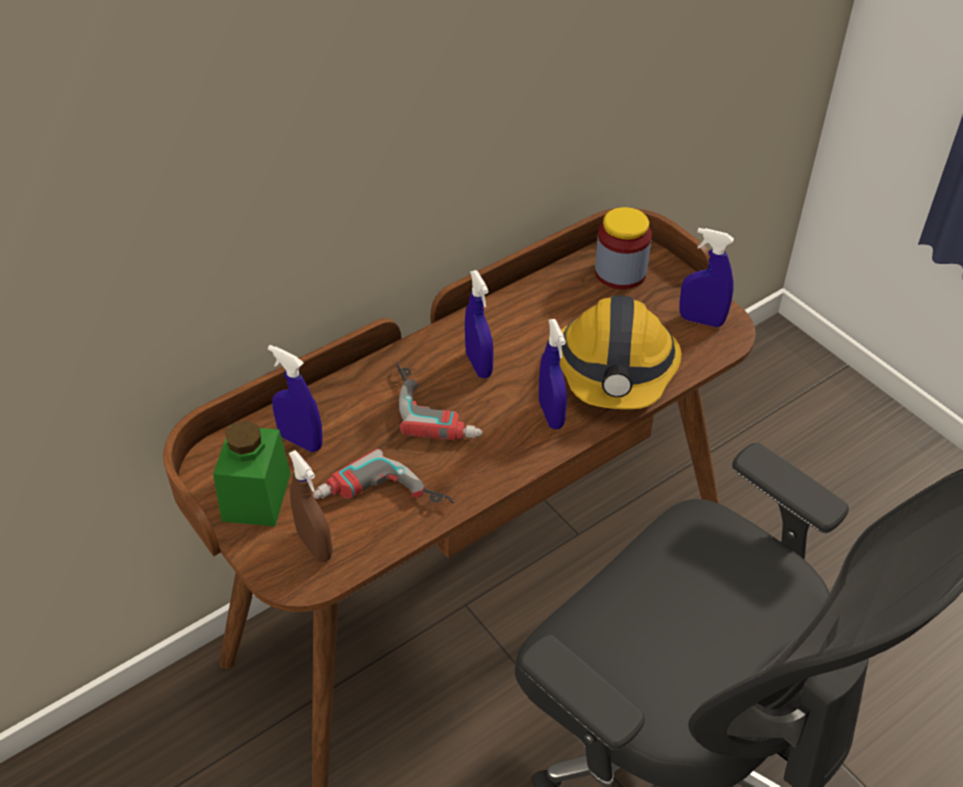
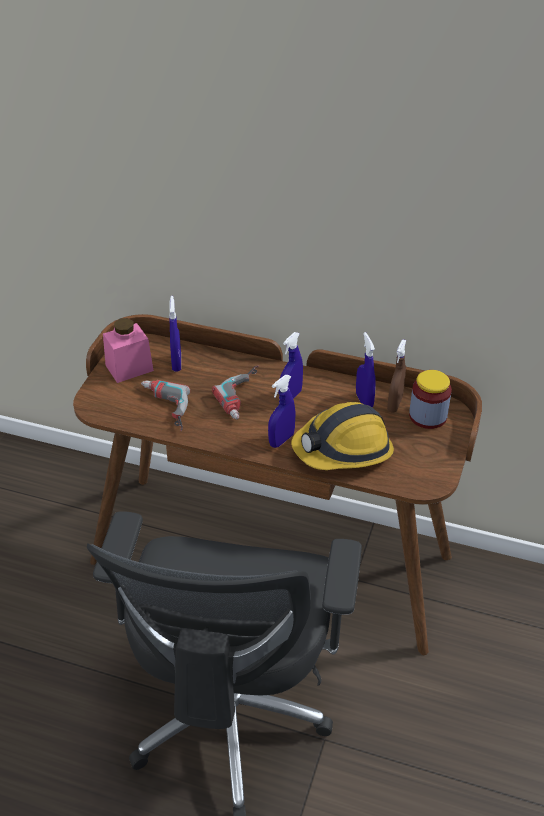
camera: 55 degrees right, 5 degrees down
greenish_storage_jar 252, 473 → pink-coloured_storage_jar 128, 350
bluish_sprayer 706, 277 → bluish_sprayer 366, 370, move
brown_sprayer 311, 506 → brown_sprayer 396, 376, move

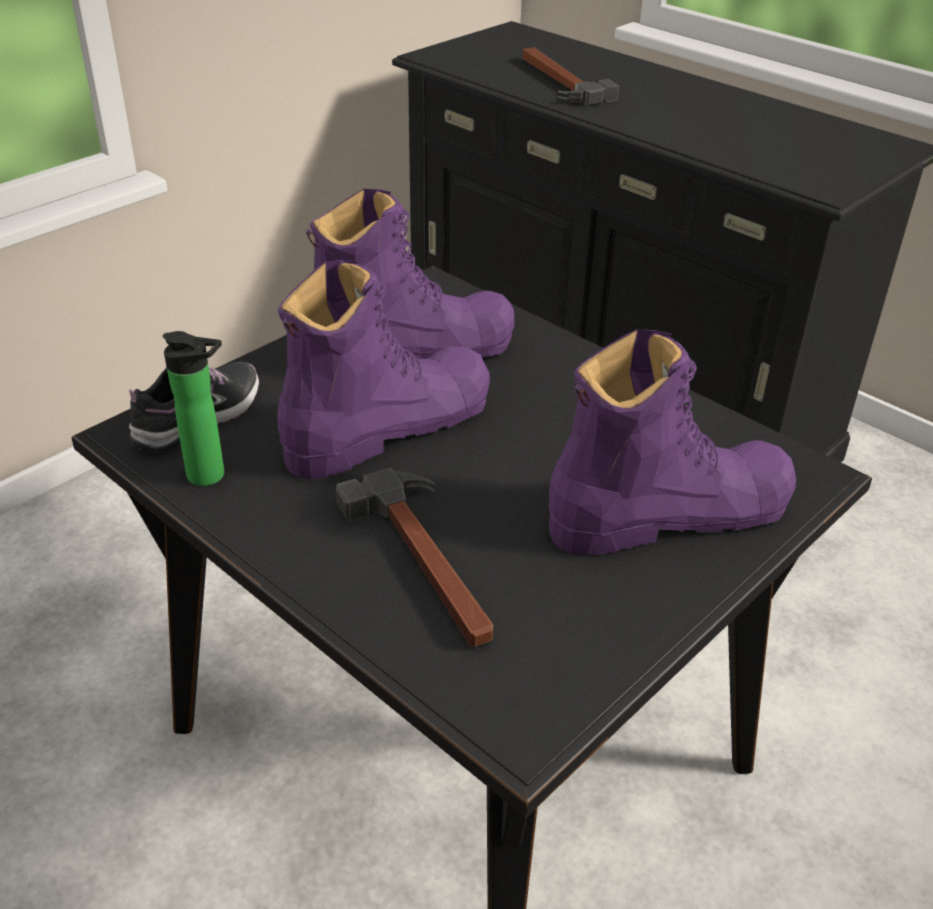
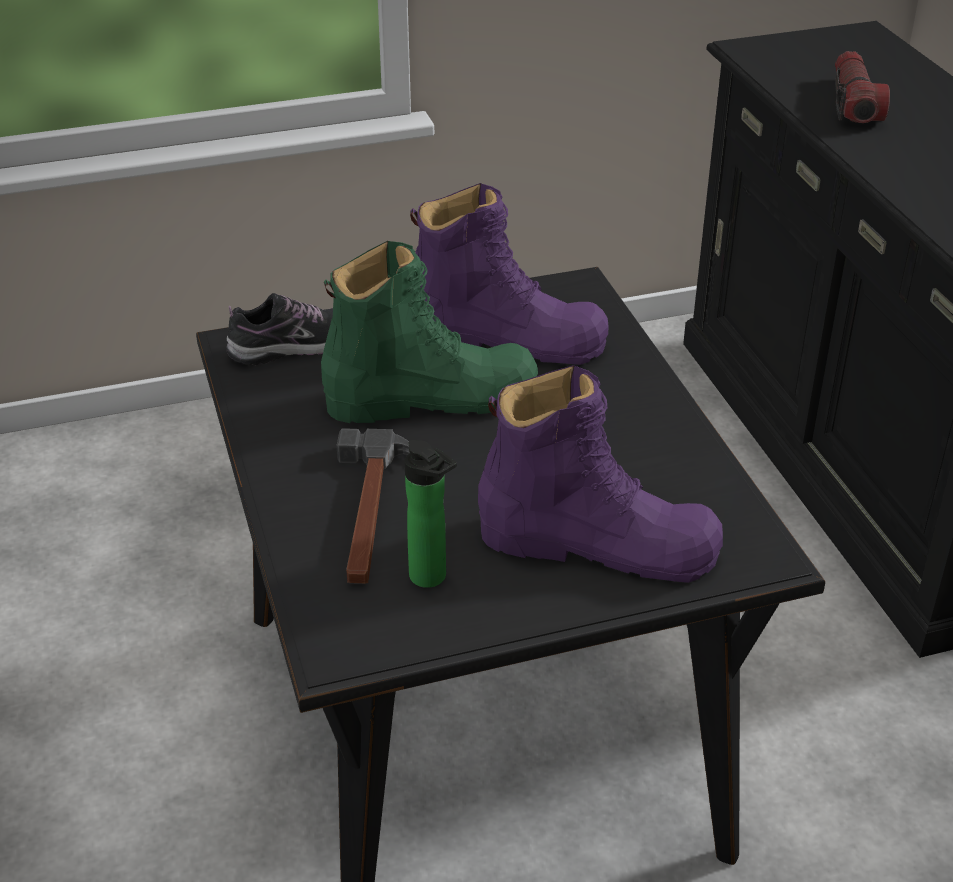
camera: 30 degrees right, 0 degrees up
purple_boot 383, 369 → greenish_boot 429, 332
drink_bottle 193, 408 → drink_bottle 430, 514, move
hand_hammer 571, 76 → hand_torch 862, 87

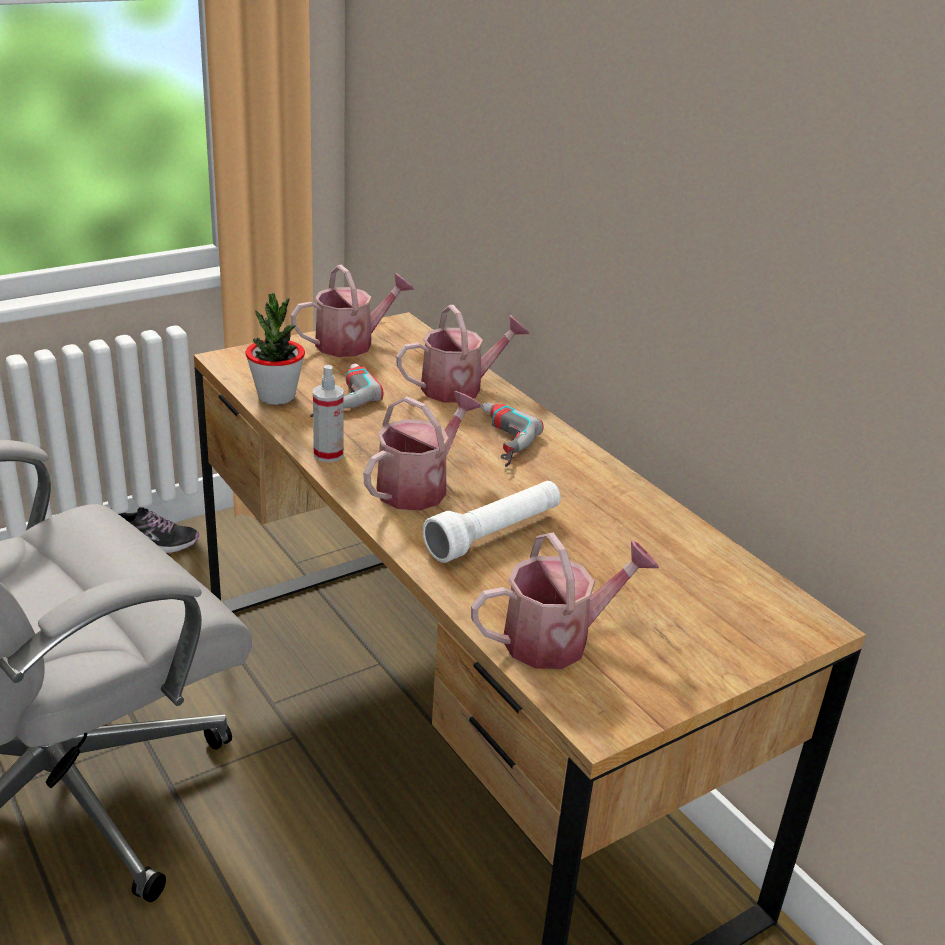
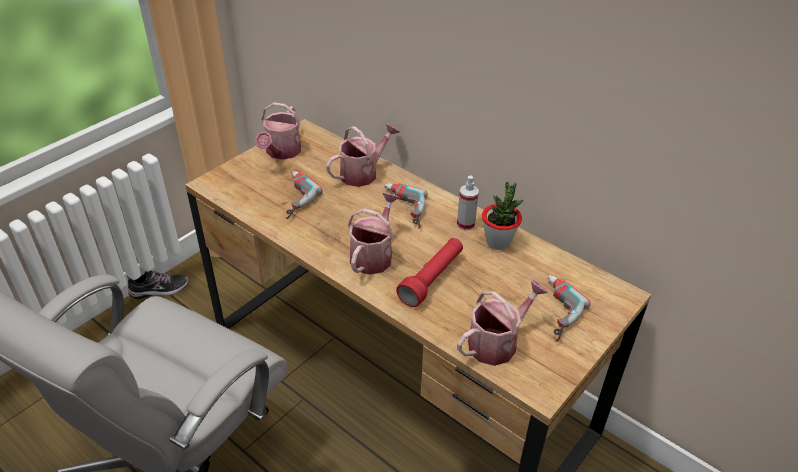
camera: 15 degrees left, 10 degrees up
sprinkling_can 352, 311 → sprinkling_can 278, 131, 150 degrees clockwise
white_hand_torch 492, 522 → reddish_hand_torch 429, 272
sprayer 328, 413 → sprayer 468, 203, move
plant_in_a_pot 275, 349 → plant_in_a_pot 503, 216, move
- → power_drill 569, 308

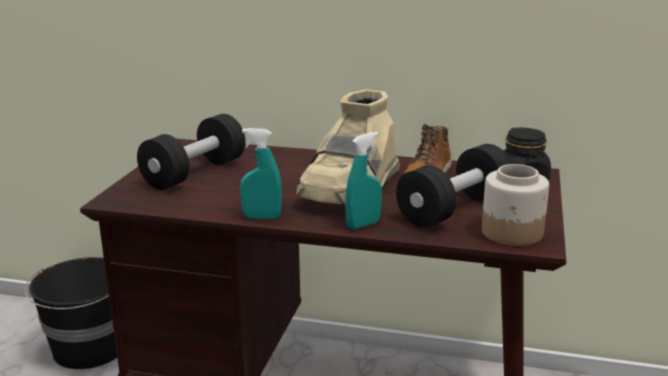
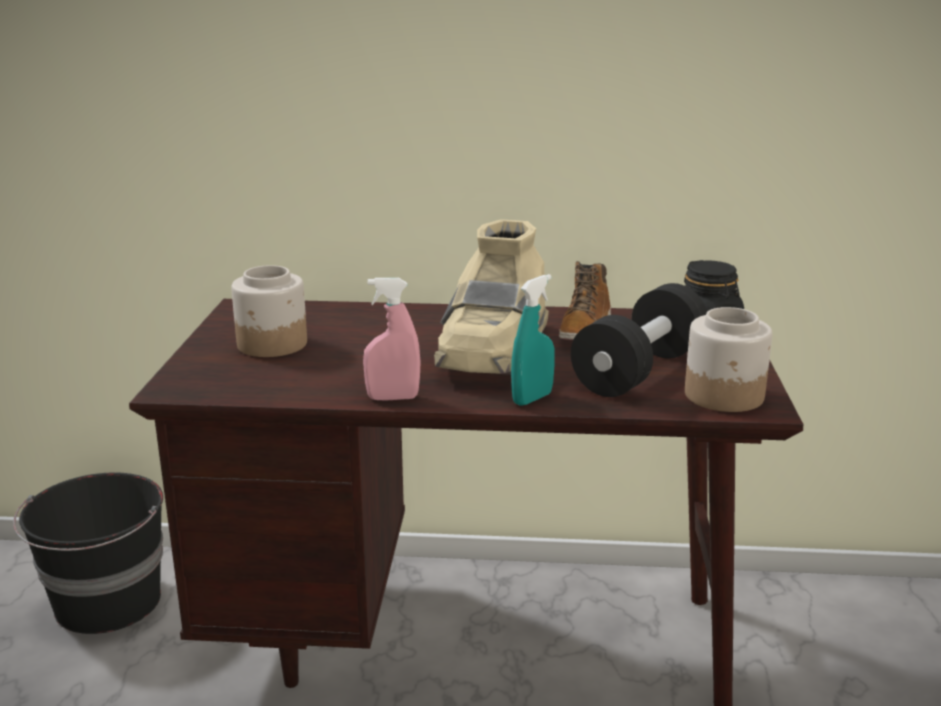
camera: 10 degrees left, 0 degrees up
black-coloured_dumbbell 191, 152 → storage_jar 269, 311
blue-green_sprayer 261, 173 → pink-coloured_sprayer 392, 339

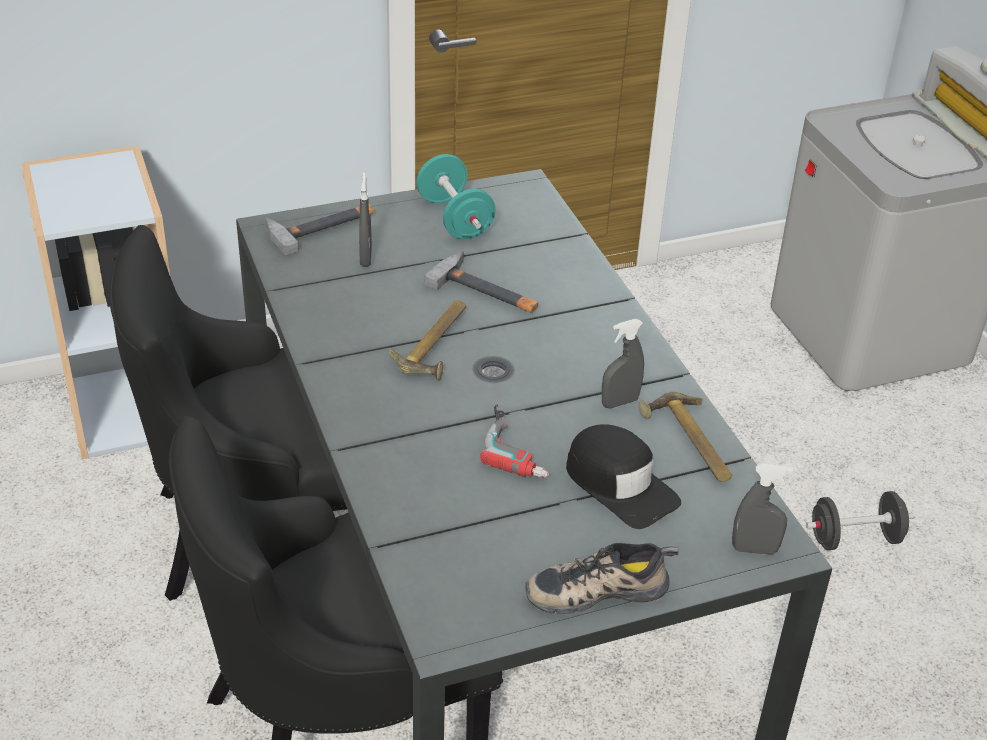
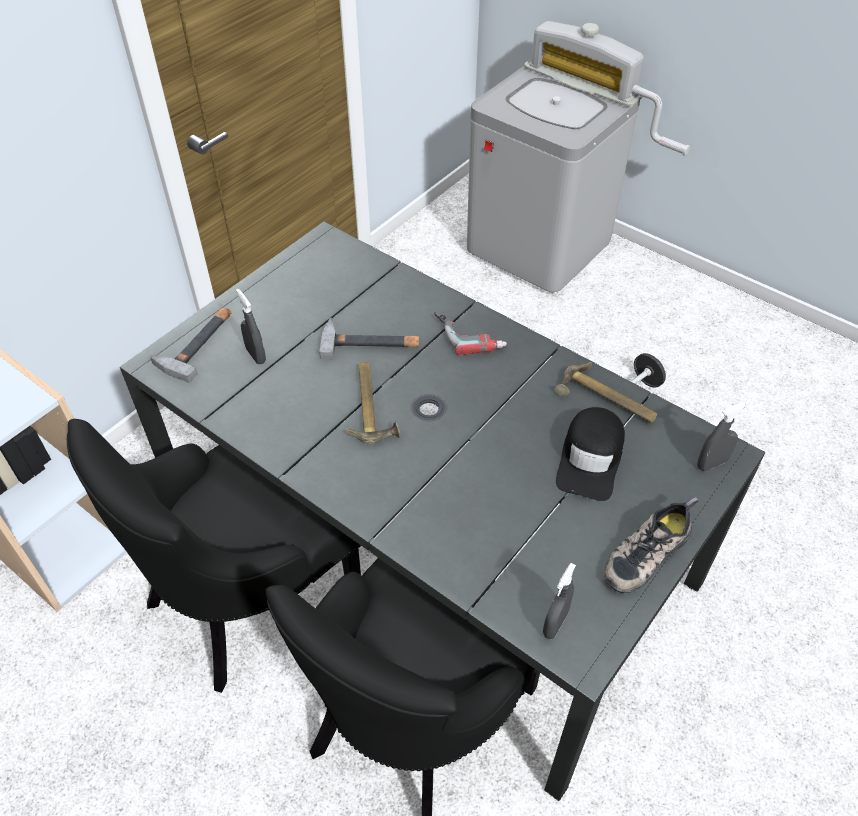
camera: 30 degrees left, 10 degrees up
power_drill 514, 441 → power_drill 470, 333, move
greyish_sprayer 623, 363 → greyish_sprayer 559, 601, move
black-coloured_cap 623, 476 → black-coloured_cap 590, 454, 90 degrees clockwise
blue-green_dumbbell 456, 196 → -

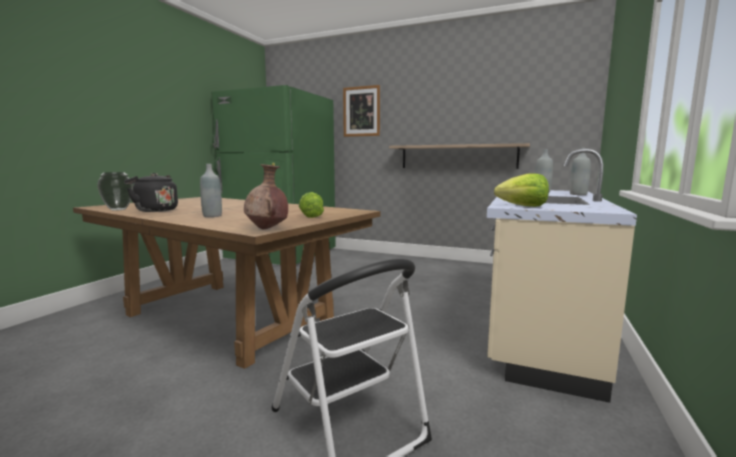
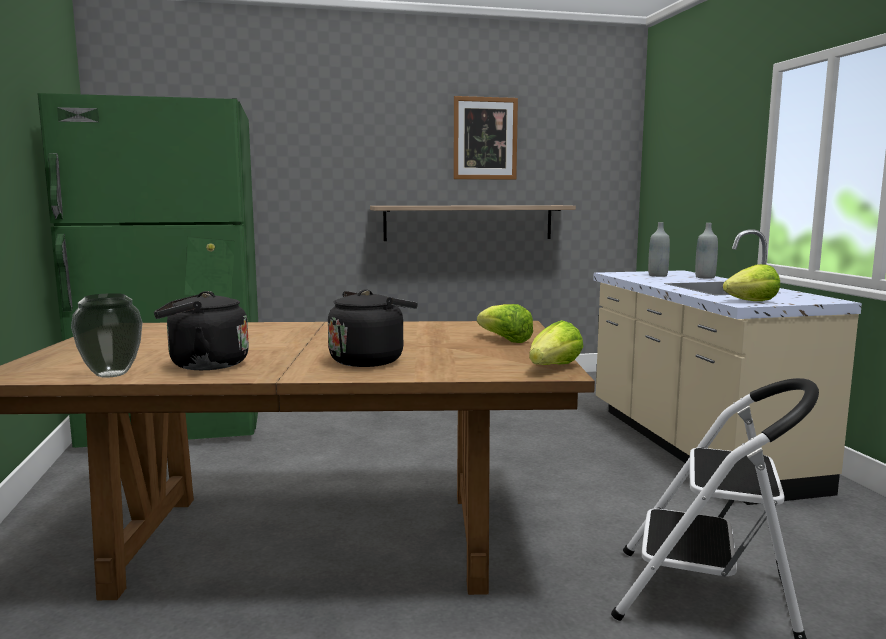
camera: 35 degrees left, 0 degrees up
greyish_drink_bottle 211, 190 → black-coloured_water_kettle 373, 328
wall_picture 361, 111 → wall_picture 486, 138, move
brown_decorative_vase 266, 196 → lettuce_head 556, 342

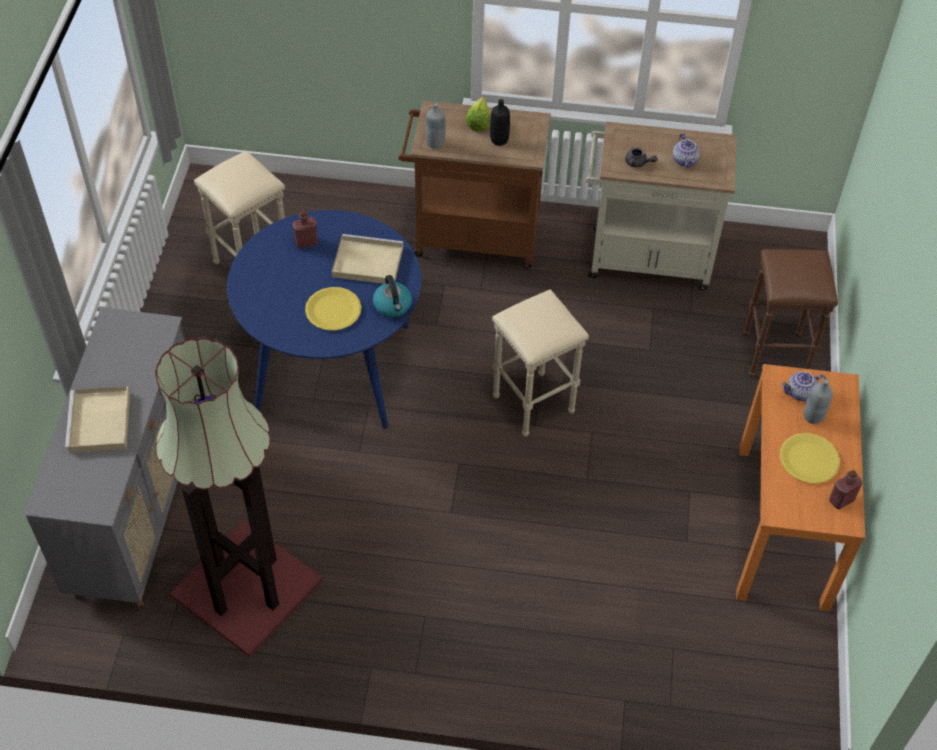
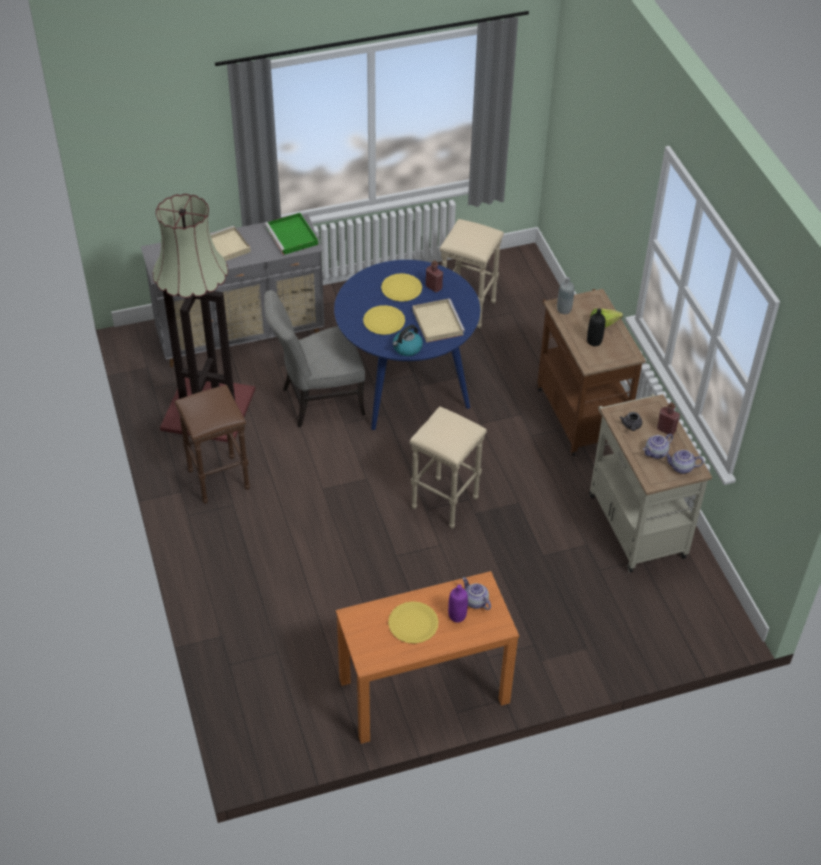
camera: 65 degrees right, 5 degrees down
brown_sitting_stool 790, 313 → brown_sitting_stool 212, 444, move
- → greyish_upright_chair 314, 359
- → greenish_serving_tray 291, 234
- → yellow-coloured_dinner_plate 401, 287
greyish_drink_bottle 818, 401 → purple_drink_bottle 458, 603
reddish_drink_bottle 845, 489 → reddish_drink_bottle 668, 418, move
- → pot_for_tea 684, 462

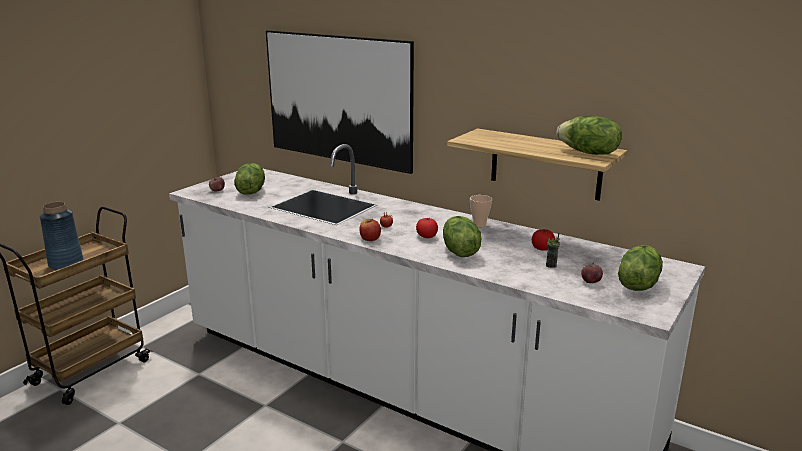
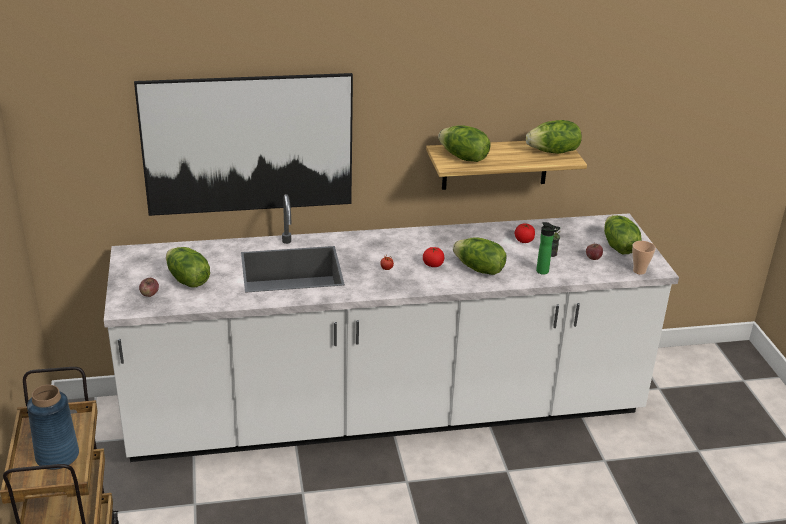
camera: 45 degrees left, 10 degrees up
- → lettuce_head 464, 143
- → drink_bottle 548, 248
cup 481, 211 → cup 644, 257, move
apple_fruit 370, 230 → -

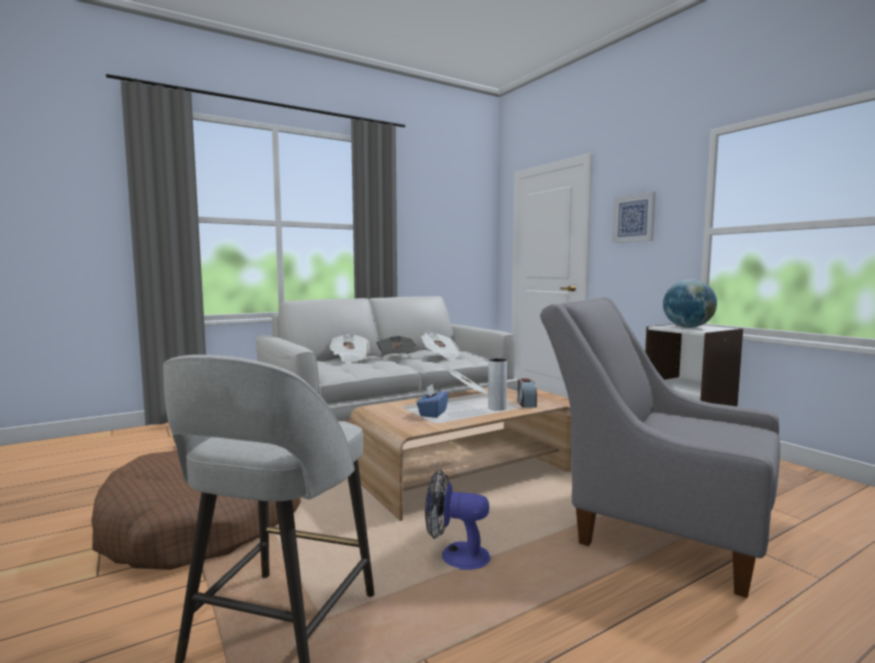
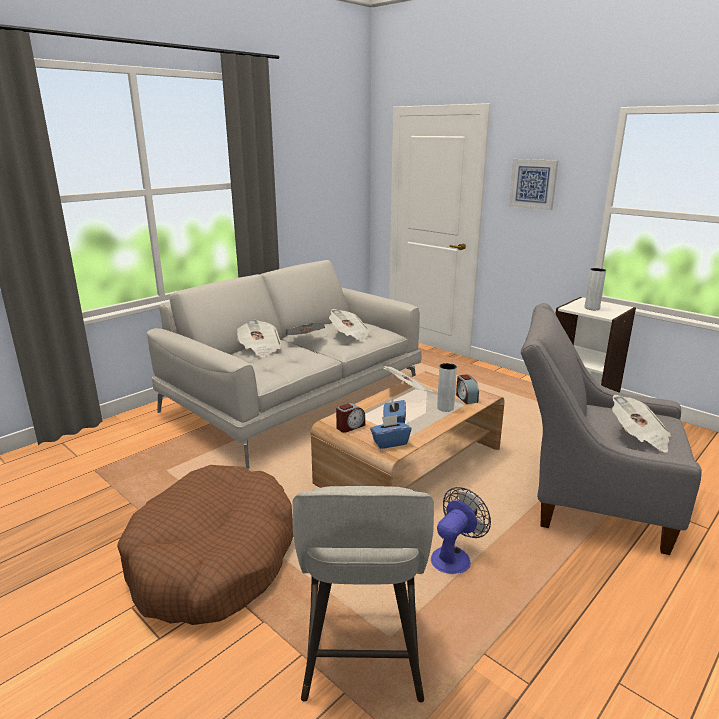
camera: 15 degrees left, 15 degrees up
- → bedside_clock 350, 418
- → bluish_tissue_box 390, 432
fan 458, 520 → fan 461, 530, 135 degrees clockwise
world_globe 690, 303 → greyish_decorative_vase 595, 289
- → newspaper 641, 424

